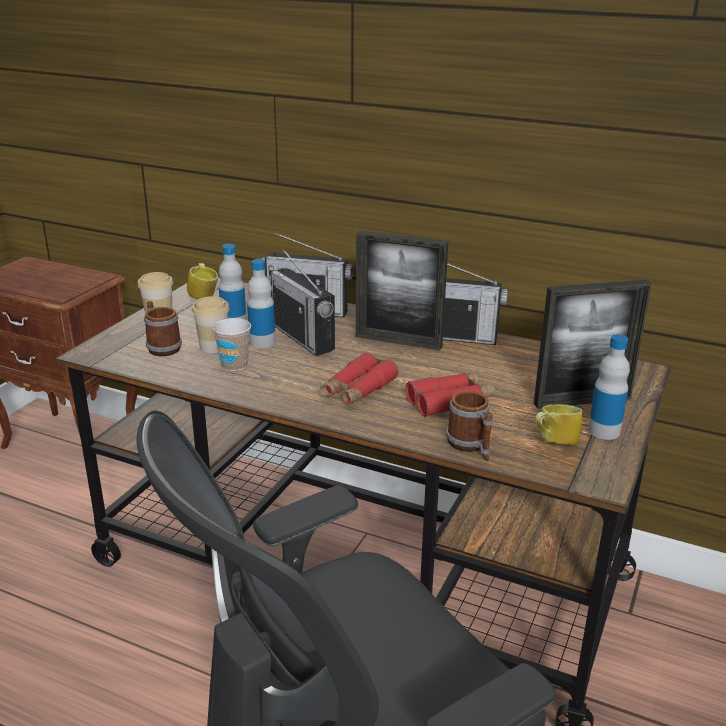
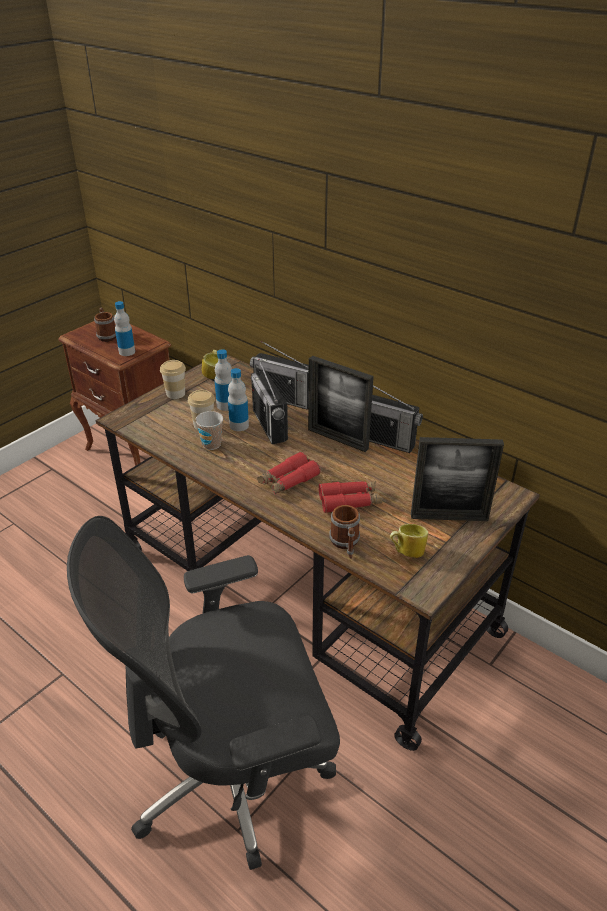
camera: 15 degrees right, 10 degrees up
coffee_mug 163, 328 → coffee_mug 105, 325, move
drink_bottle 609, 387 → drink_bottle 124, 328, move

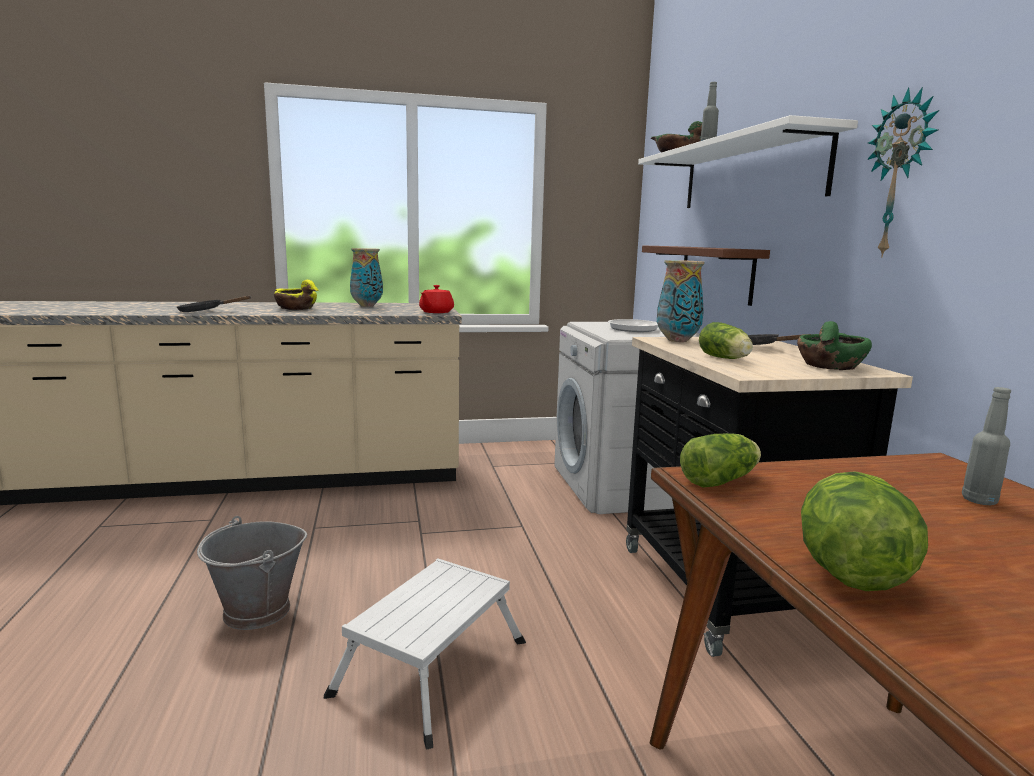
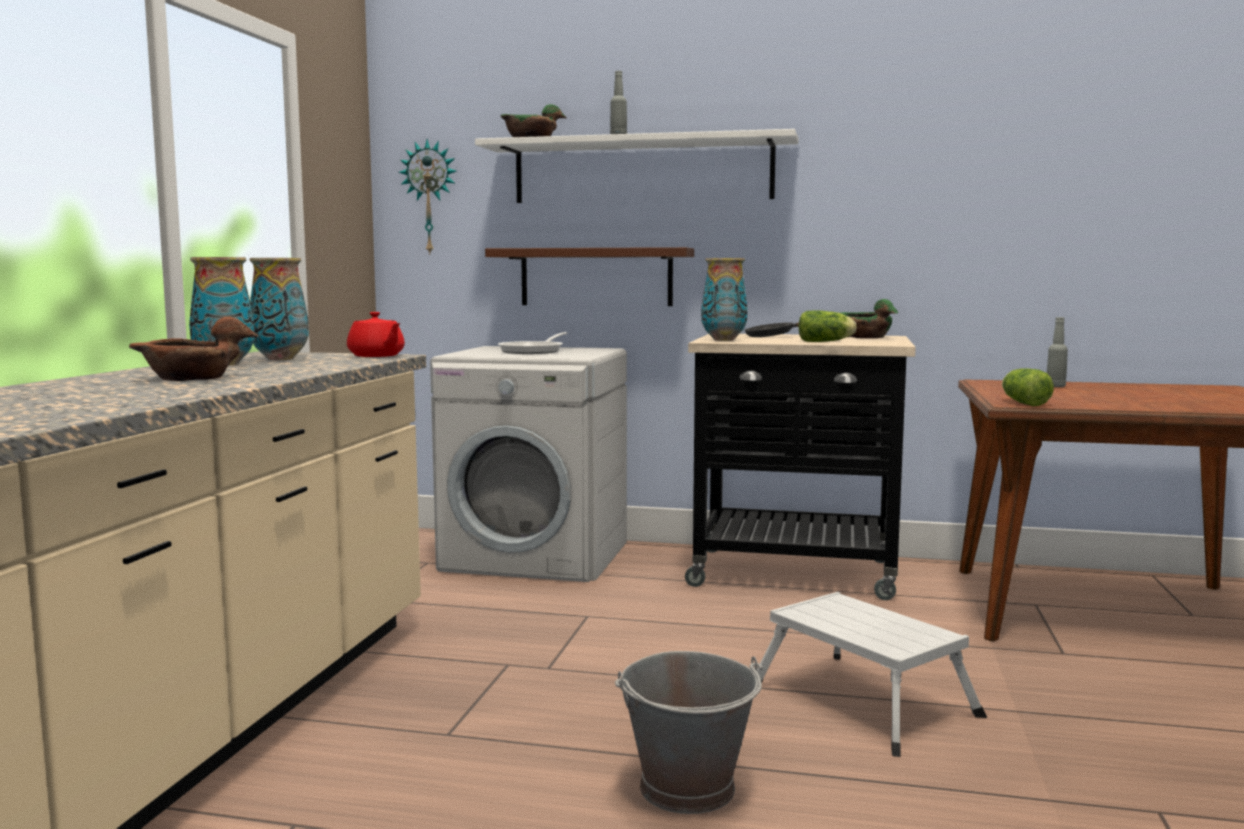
camera: 65 degrees left, 5 degrees down
yellow-coloured_deep_dish 296, 295 → brown_deep_dish 193, 349
- → decorative_vase 279, 309
hanging_clock 903, 172 → hanging_clock 427, 197, move
black-coloured_pan 214, 304 → -
lettuce_head 864, 531 → -

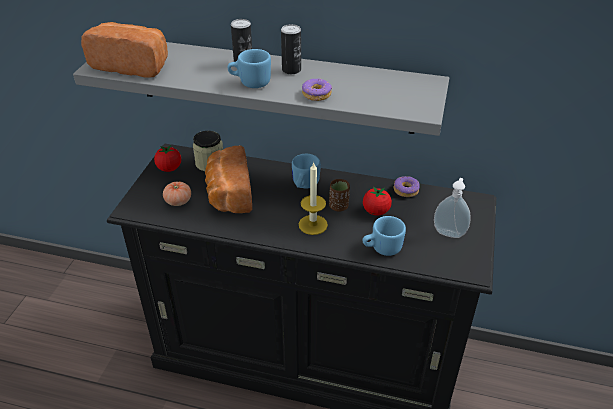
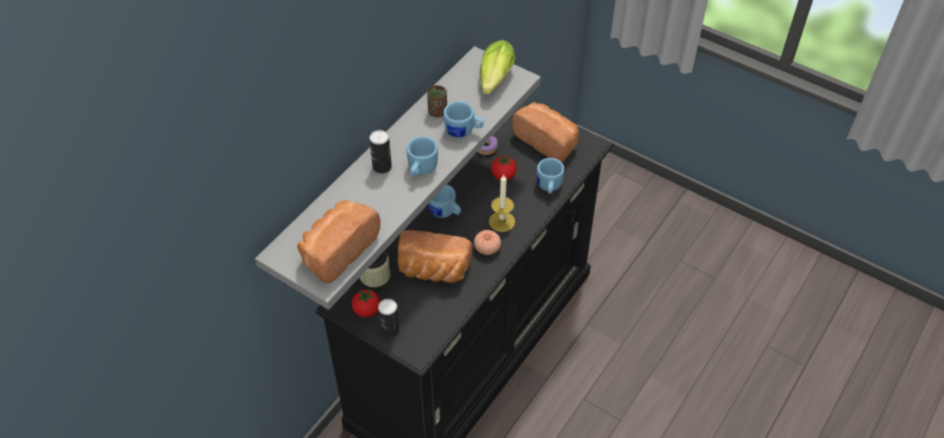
camera: 70 degrees left, 10 degrees up
metal_can 291, 49 → metal_can 389, 318, move
brown_cup 339, 195 → brown_cup 437, 101, move
doughnut 317, 90 → bluish_coffee_mug 463, 120
whole_tomato 177, 193 → whole_tomato 487, 242, move
- → lettuce_head 497, 67
soap_dispenser 452, 208 → bread 545, 132

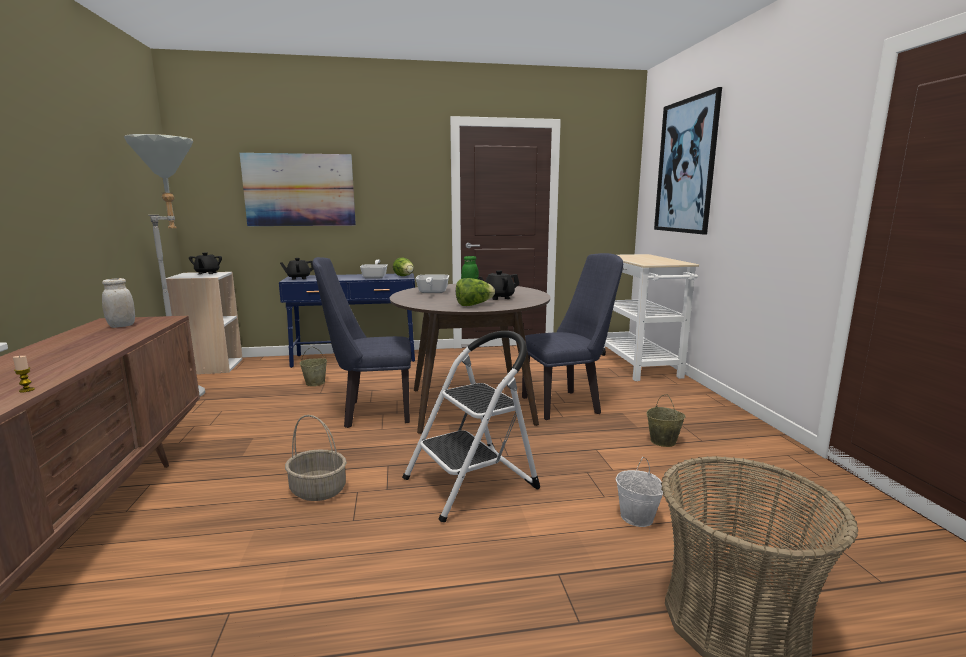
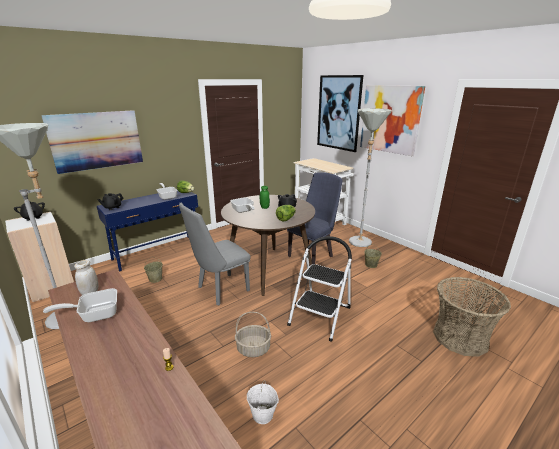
camera: 30 degrees left, 10 degrees up
- → pan 80, 305
bluish_upright_chair 361, 342 → greyish_upright_chair 215, 254
white_water_bucket 639, 492 → white_water_bucket 263, 402, move
- → greyish_standing_lamp 370, 177
- → wall_picture 392, 120

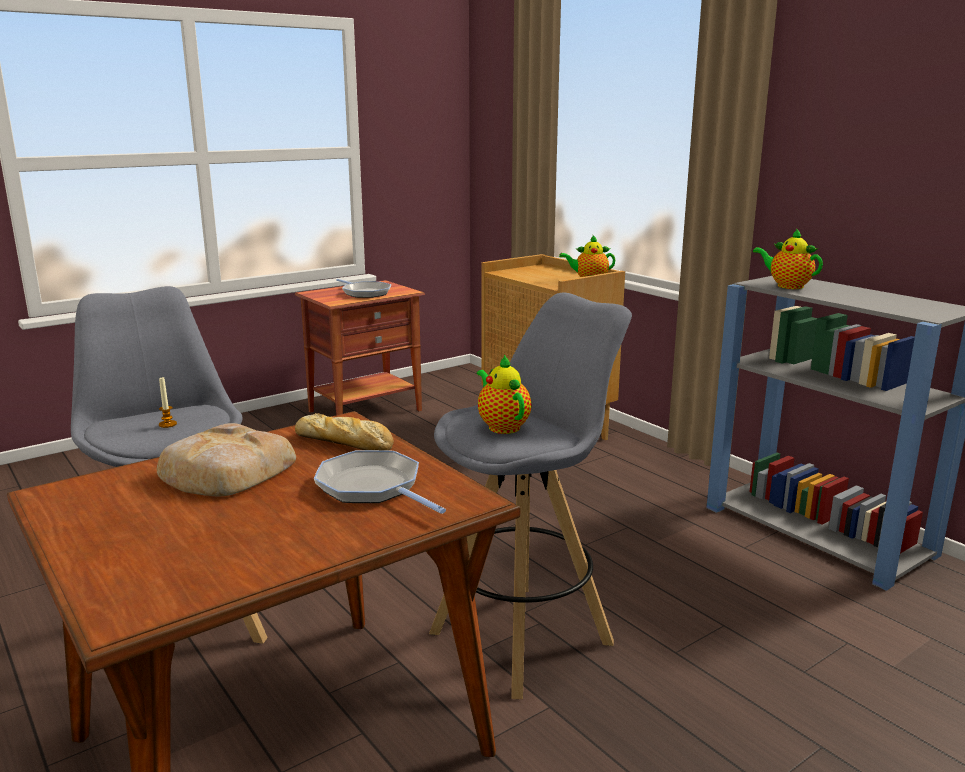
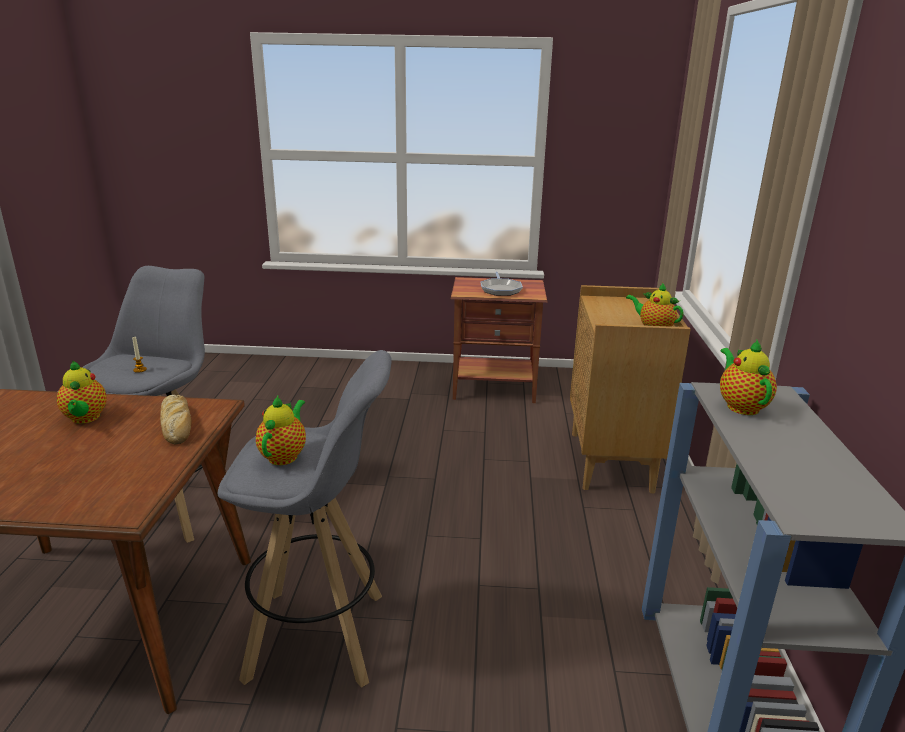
camera: 40 degrees right, 5 degrees up
bread 226, 459 → pot_for_tea 82, 392
pan 380, 482 → -

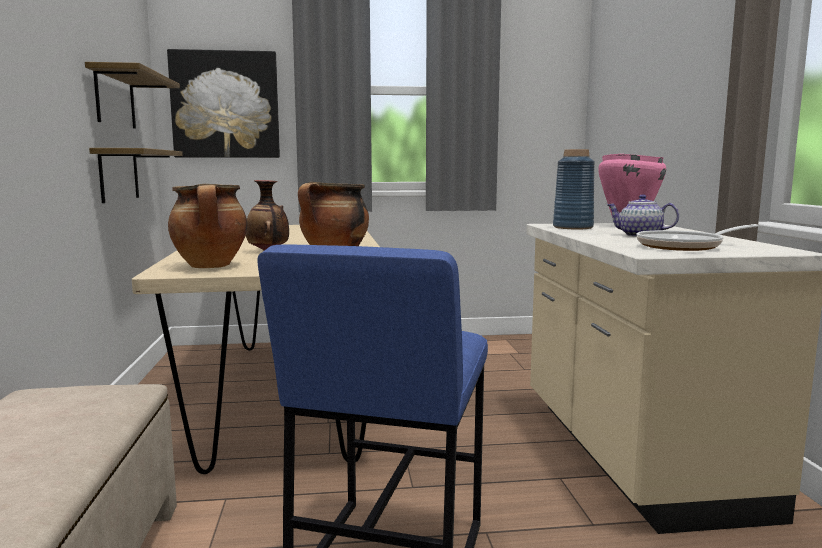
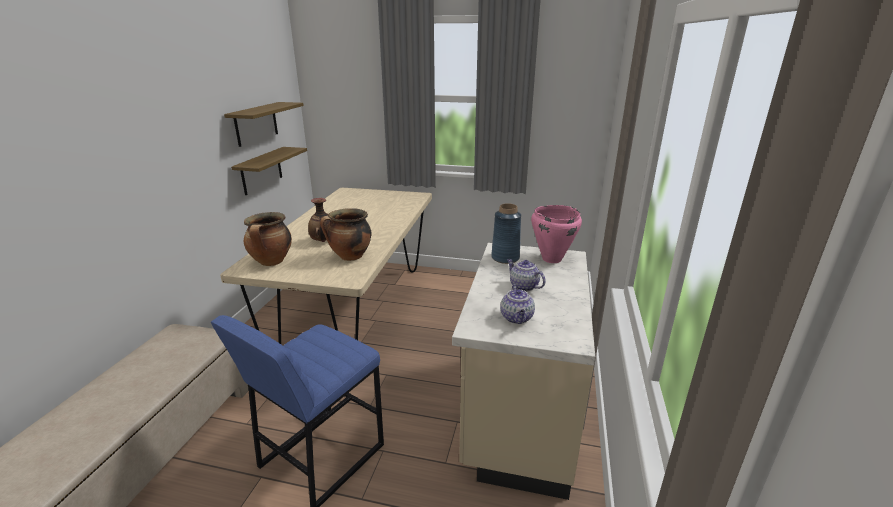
camera: 20 degrees right, 15 degrees up
pan 697, 237 → pot_for_tea 517, 304
wall_picture 223, 103 → -

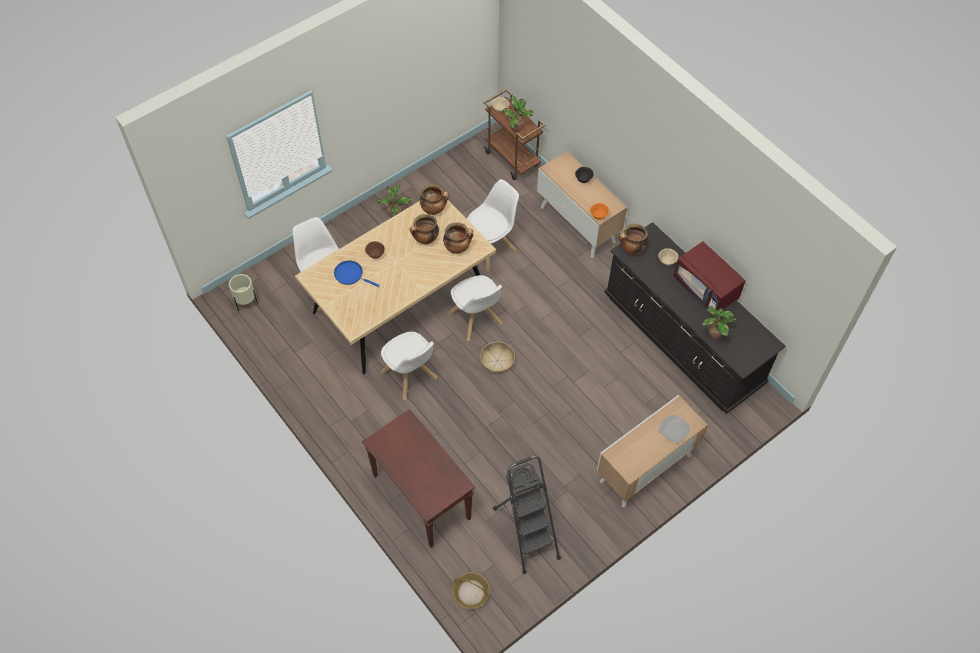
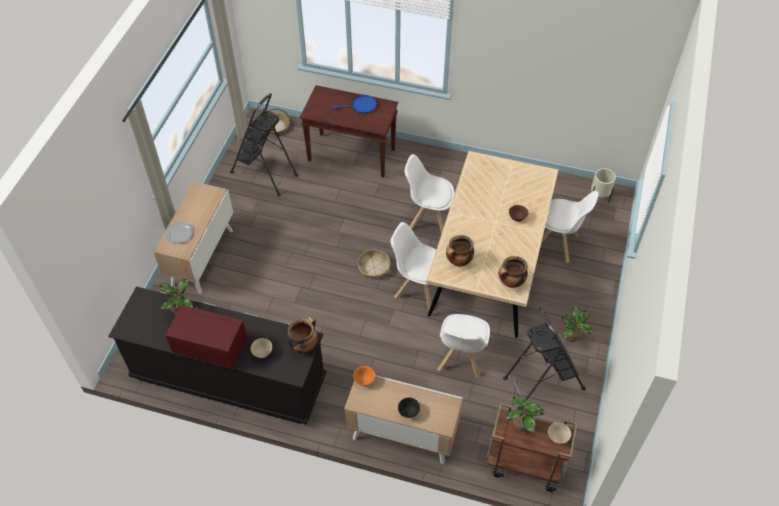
camera: 145 degrees right, 5 degrees down
bluish_pan 357, 274 → bluish_pan 355, 104, move
- → step_stool 544, 358
cooking_pot 424, 229 → -

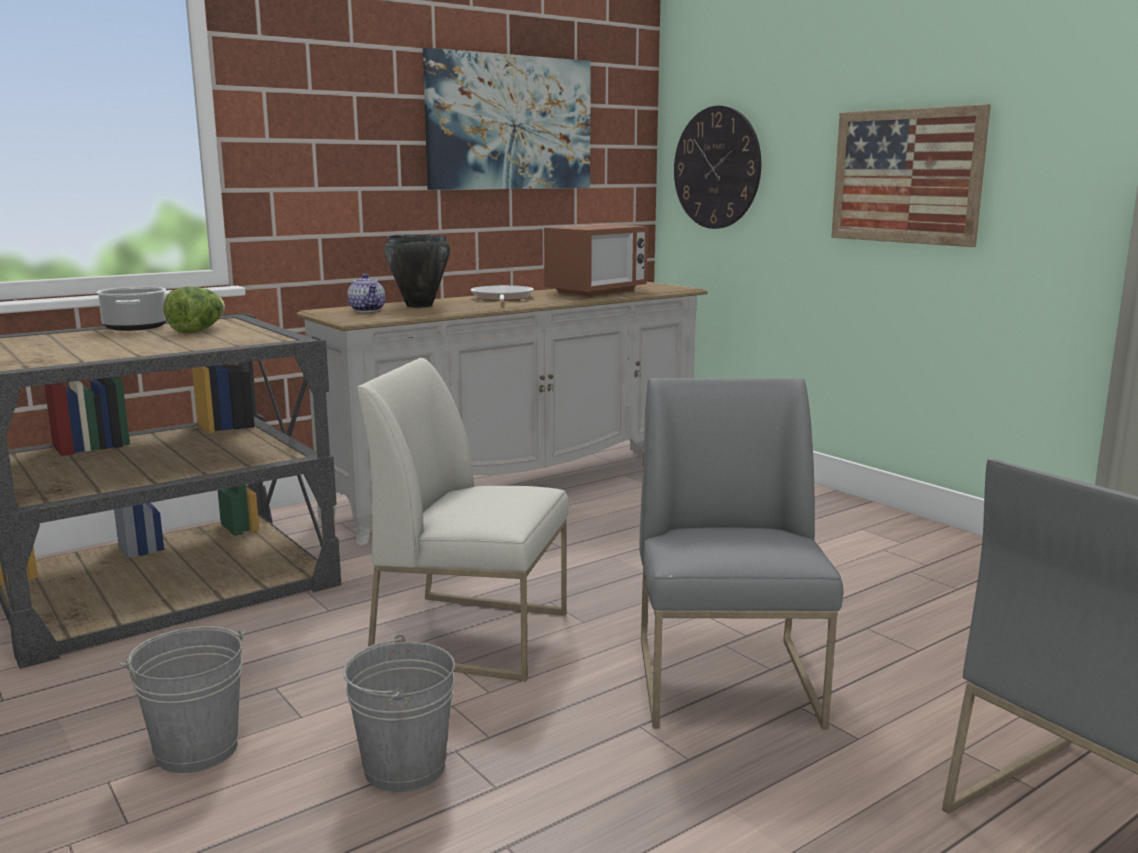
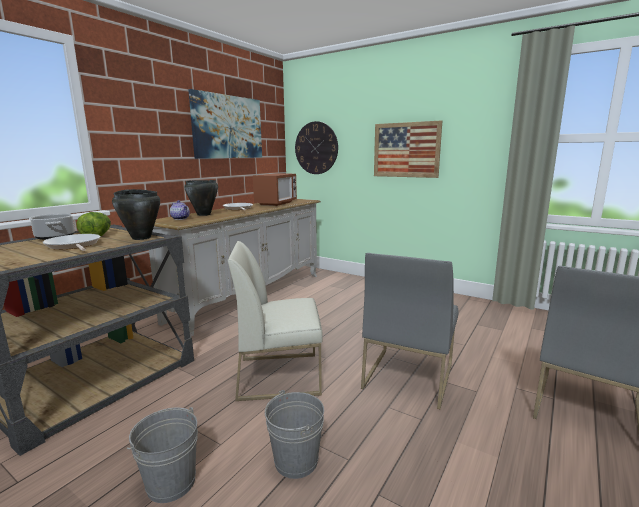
camera: 20 degrees left, 0 degrees up
- → pan 71, 242
- → black-coloured_cooking_pot 136, 214
greyish_upright_chair 741, 553 → greyish_upright_chair 410, 331, 135 degrees counterclockwise

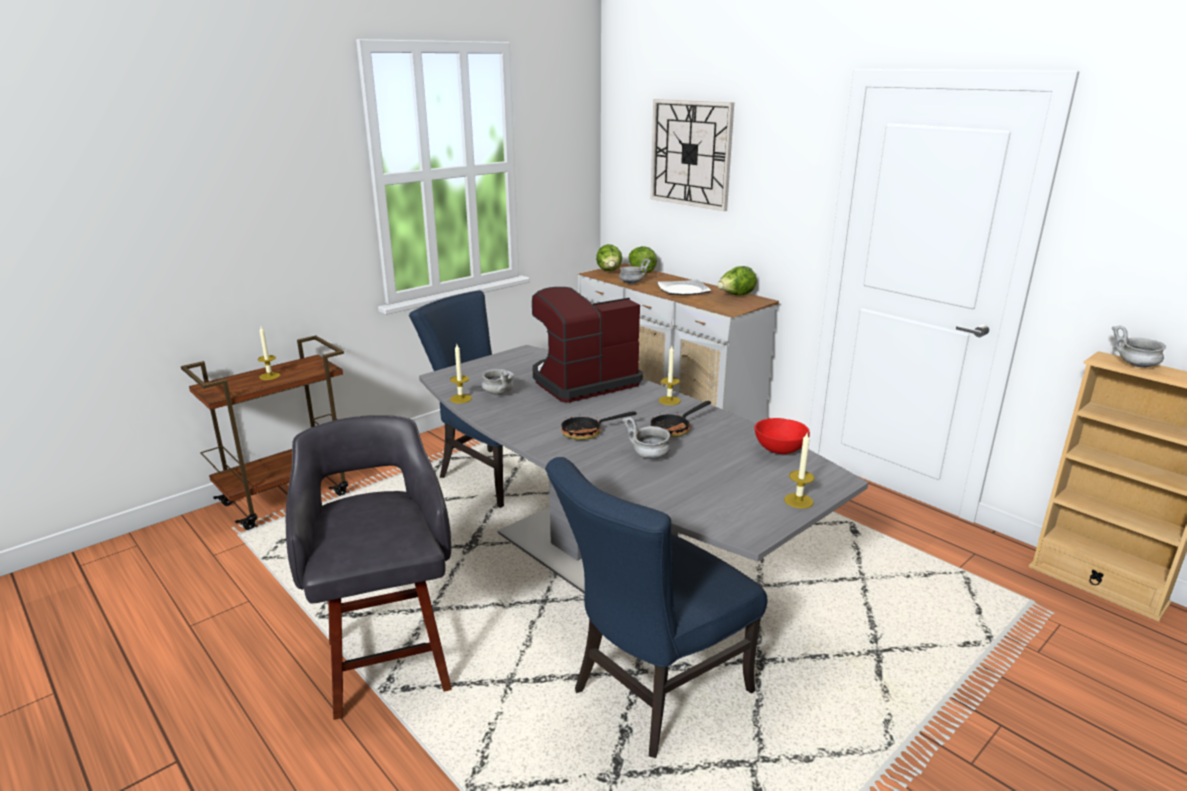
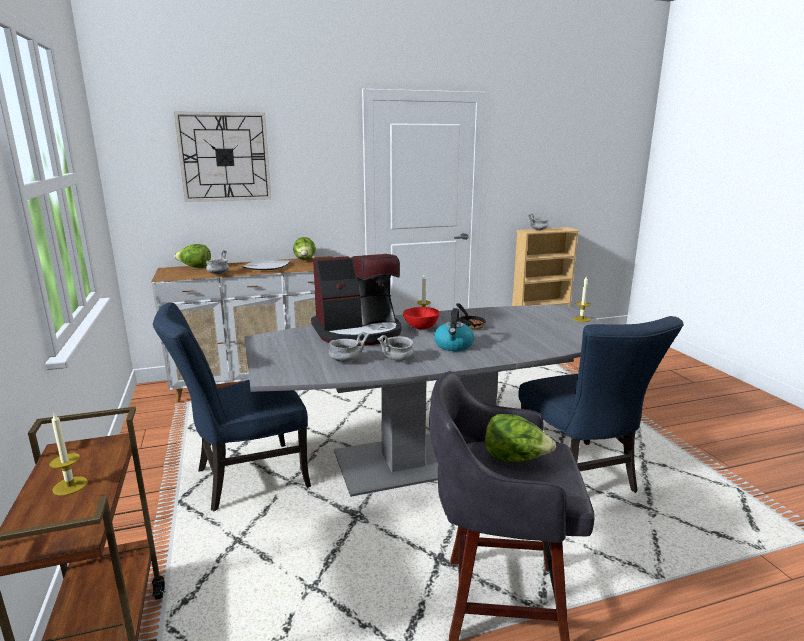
camera: 65 degrees left, 5 degrees down
coffee_brewer 587, 345 → coffee_brewer 356, 300, 105 degrees counterclockwise
greyish_deep_dish 646, 438 → greyish_deep_dish 395, 348, move
reddish_deep_dish 782, 436 → reddish_deep_dish 421, 318, move
pan 599, 425 → water_kettle 454, 329
lettuce_head 609, 257 → lettuce_head 520, 438, move
wax_light 461, 373 → -

